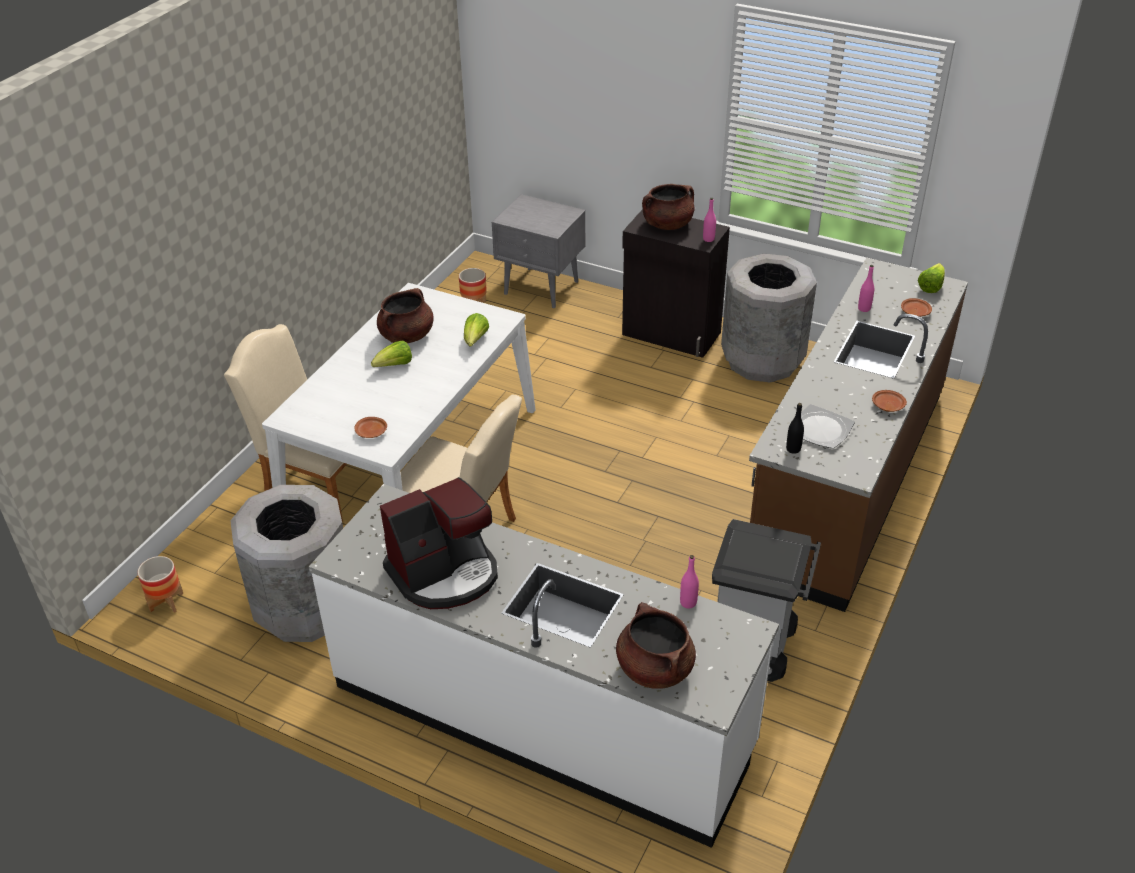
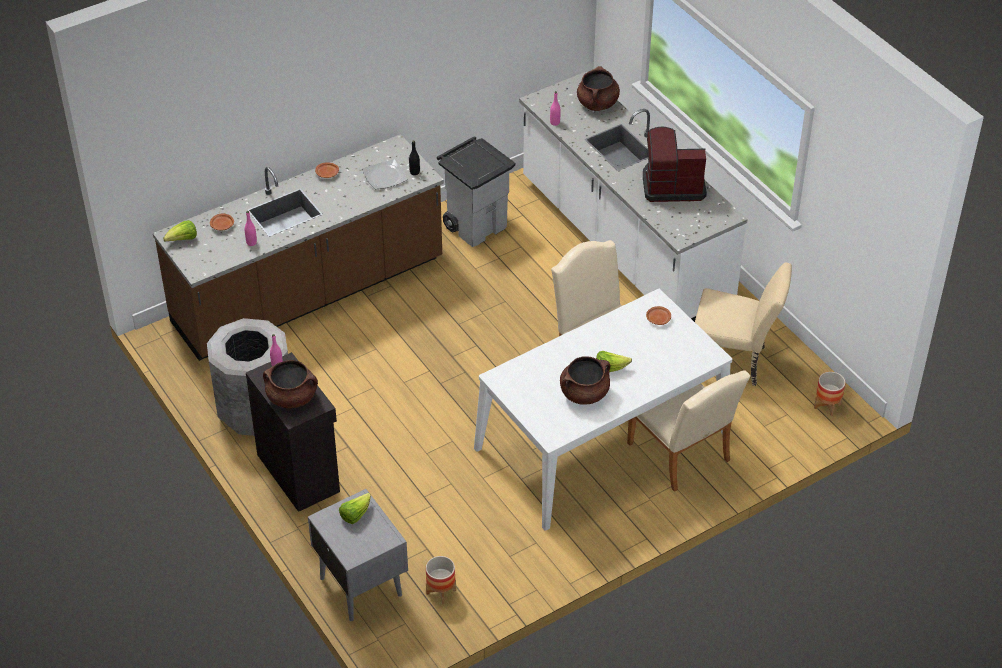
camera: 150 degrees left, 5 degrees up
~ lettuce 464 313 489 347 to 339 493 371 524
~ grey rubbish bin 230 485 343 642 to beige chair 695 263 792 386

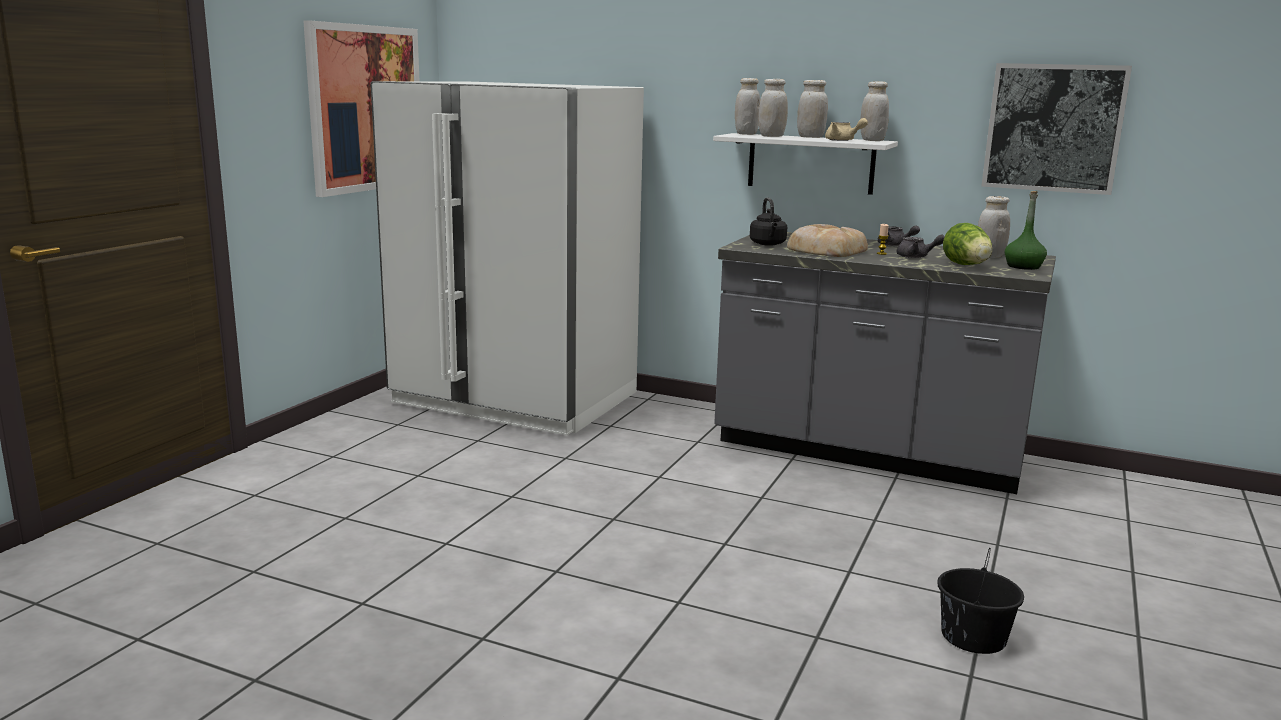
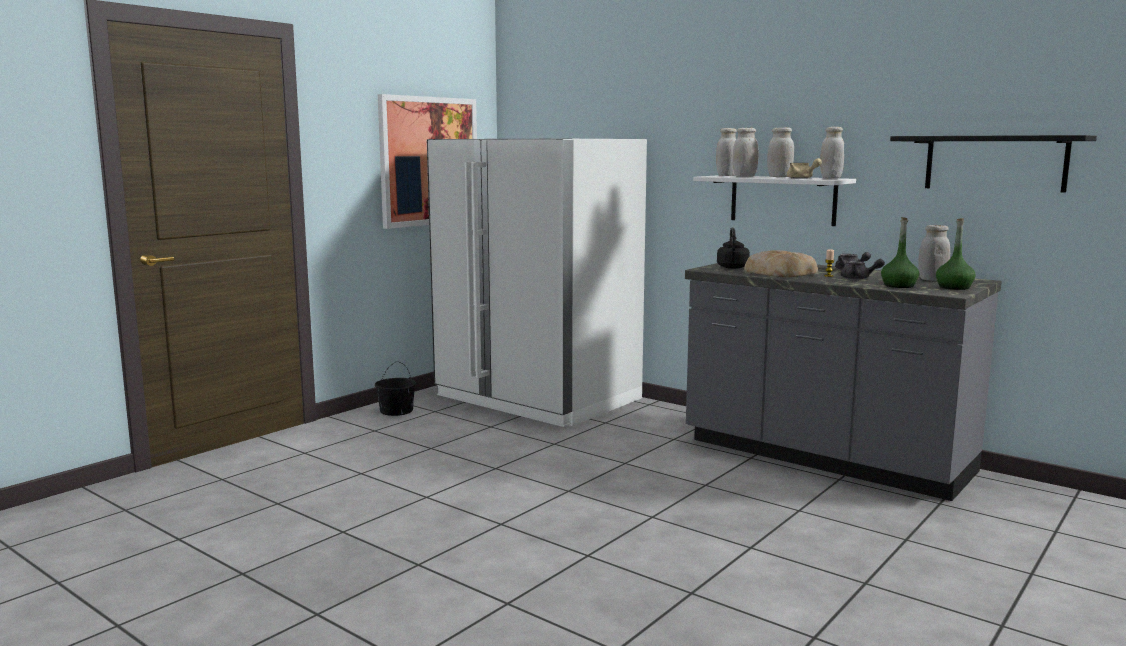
camera: 15 degrees right, 5 degrees down
~ black-coloured bucket 937 548 1024 654 to 375 362 416 416
~ lettuce 943 223 992 265 to green-coloured beverage bottle 881 217 919 288
~ wall picture 981 63 1132 195 to black-coloured wall shelf 890 135 1097 193

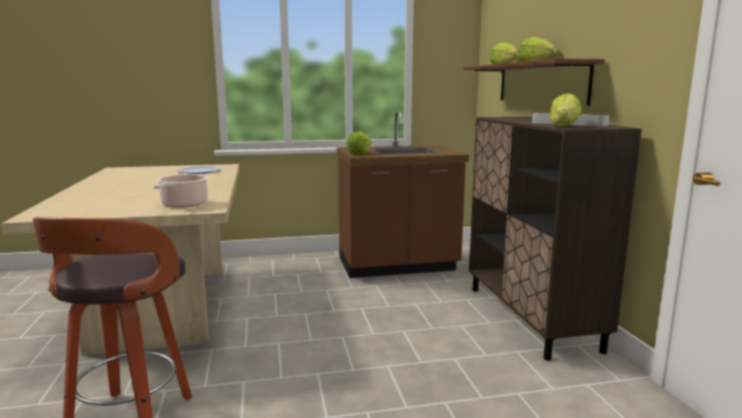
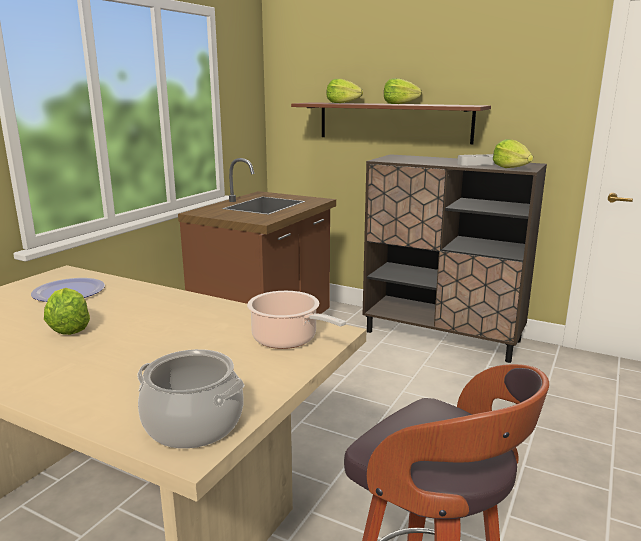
camera: 50 degrees left, 5 degrees up
~ lettuce 346 131 371 155 to 44 288 90 335
+ cooking pot 137 349 245 449

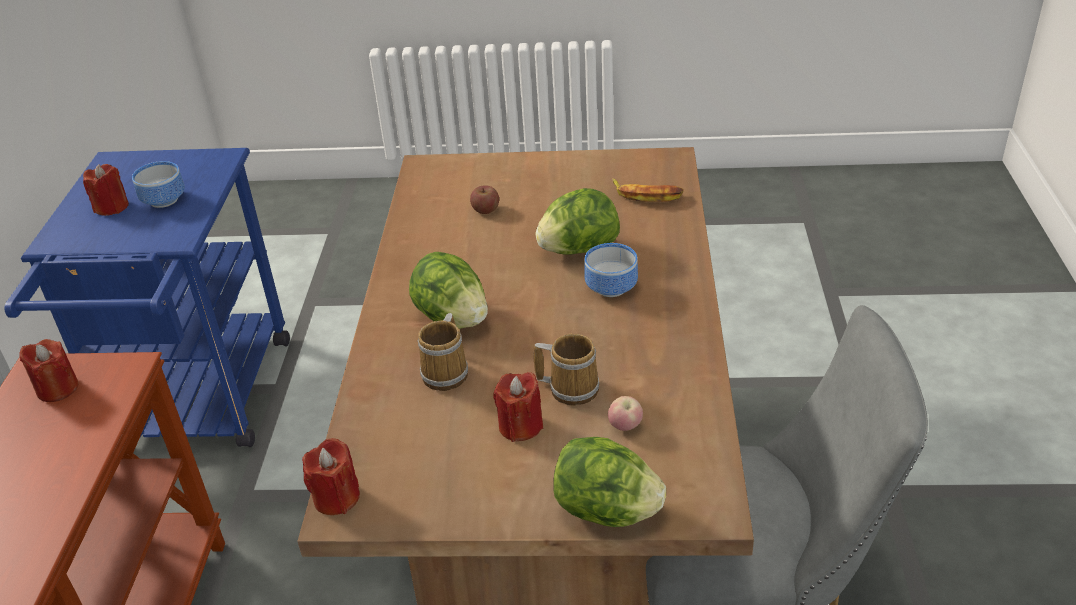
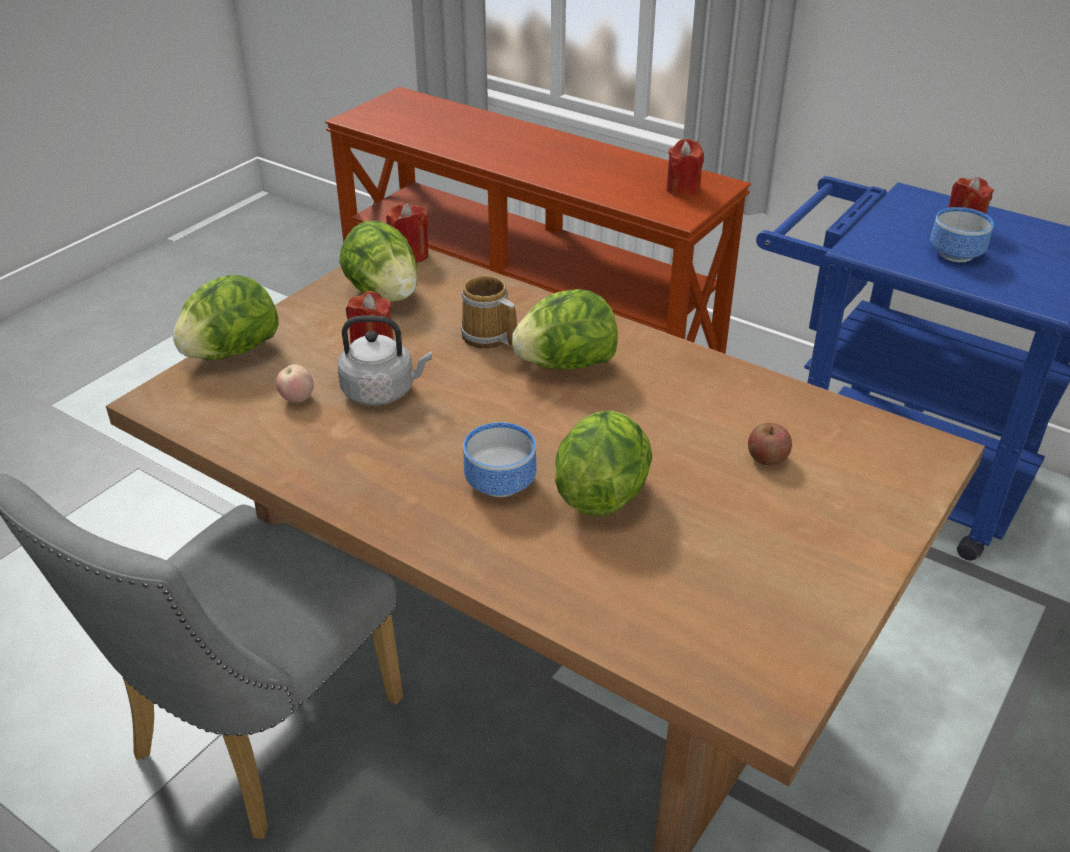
camera: 120 degrees right, 0 degrees up
~ tea mug 534 334 600 406 to grey water kettle 337 316 432 406
+ lettuce 339 221 417 302
- banana 612 178 684 202

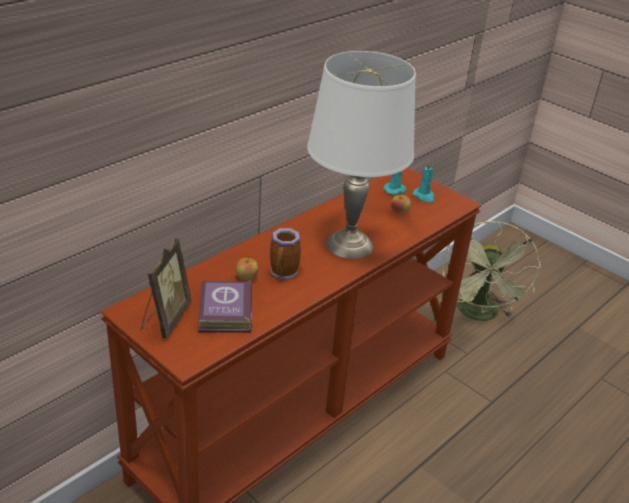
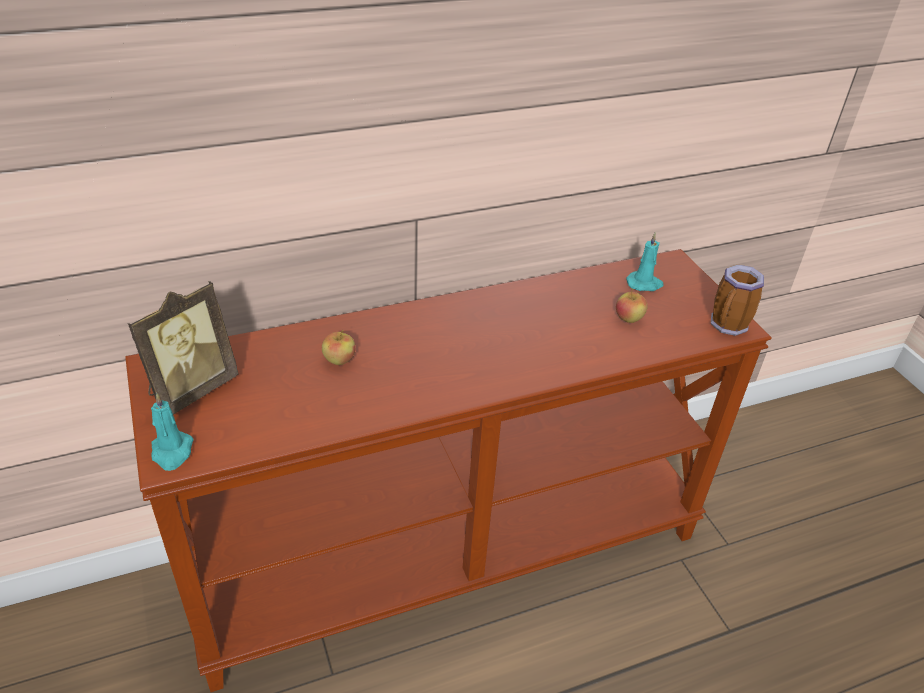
camera: 25 degrees right, 5 degrees up
~ blue-green wax candle 413 161 435 203 to 151 393 194 471
~ tea mug 270 228 301 279 to 711 265 764 336
- volume 198 280 252 333
- whitish lamp for a table 307 51 416 259
- green-coloured cooling fan 442 221 541 321

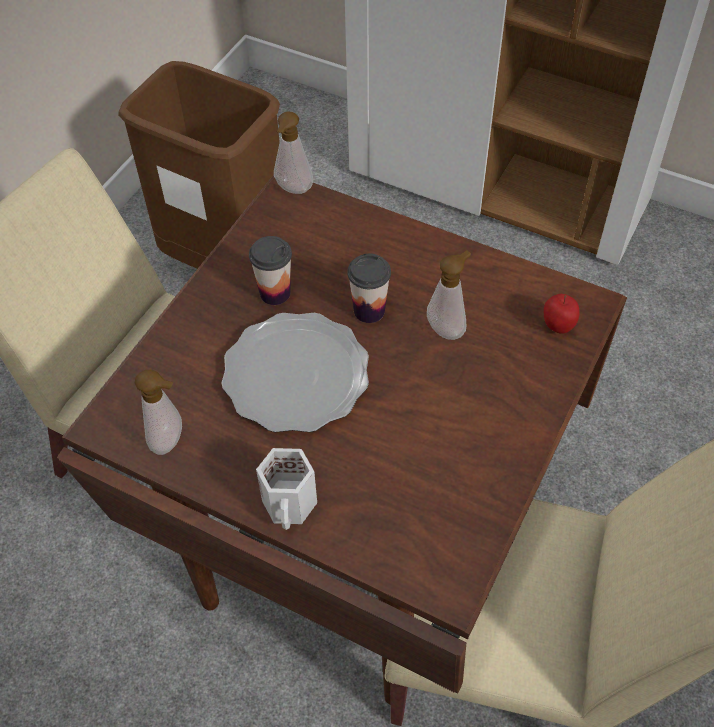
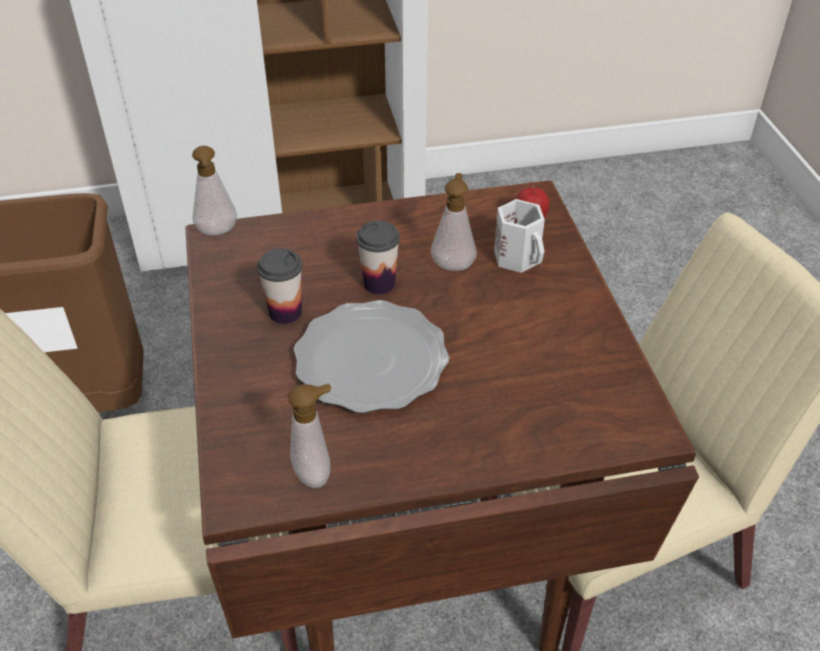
camera: 40 degrees left, 10 degrees down
~ whitish tea mug 256 448 317 530 to 494 199 545 273

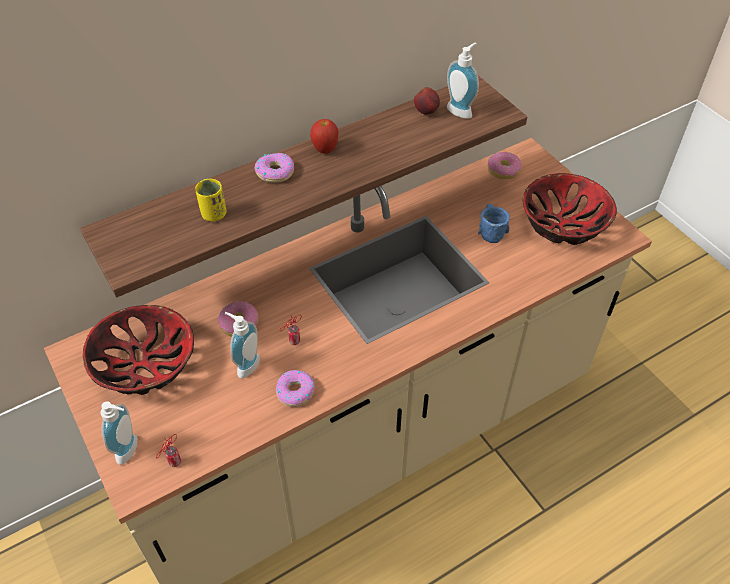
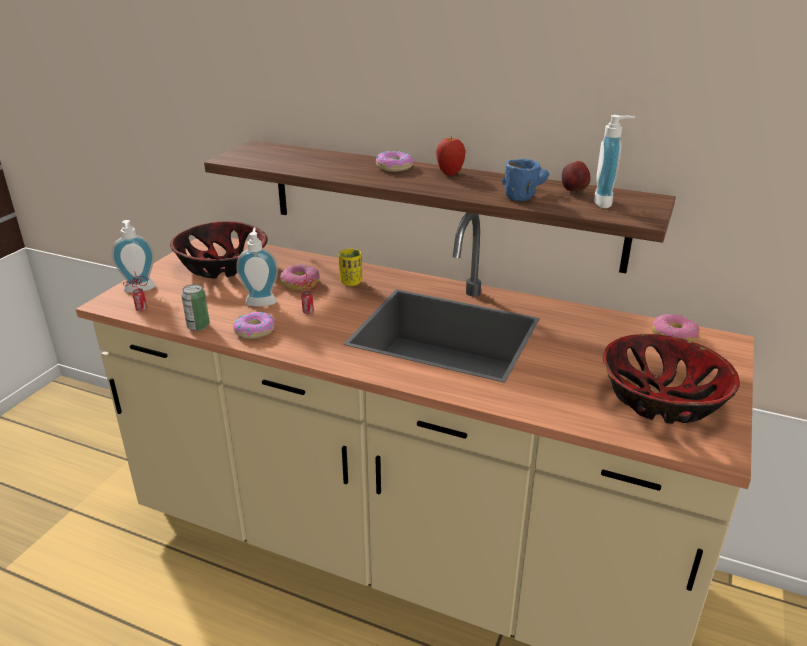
camera: 55 degrees right, 20 degrees down
+ metal can 181 284 210 331
~ yellow small cup 195 179 227 221 to 339 249 362 286
~ bluish tea mug 478 204 509 243 to 502 159 549 201

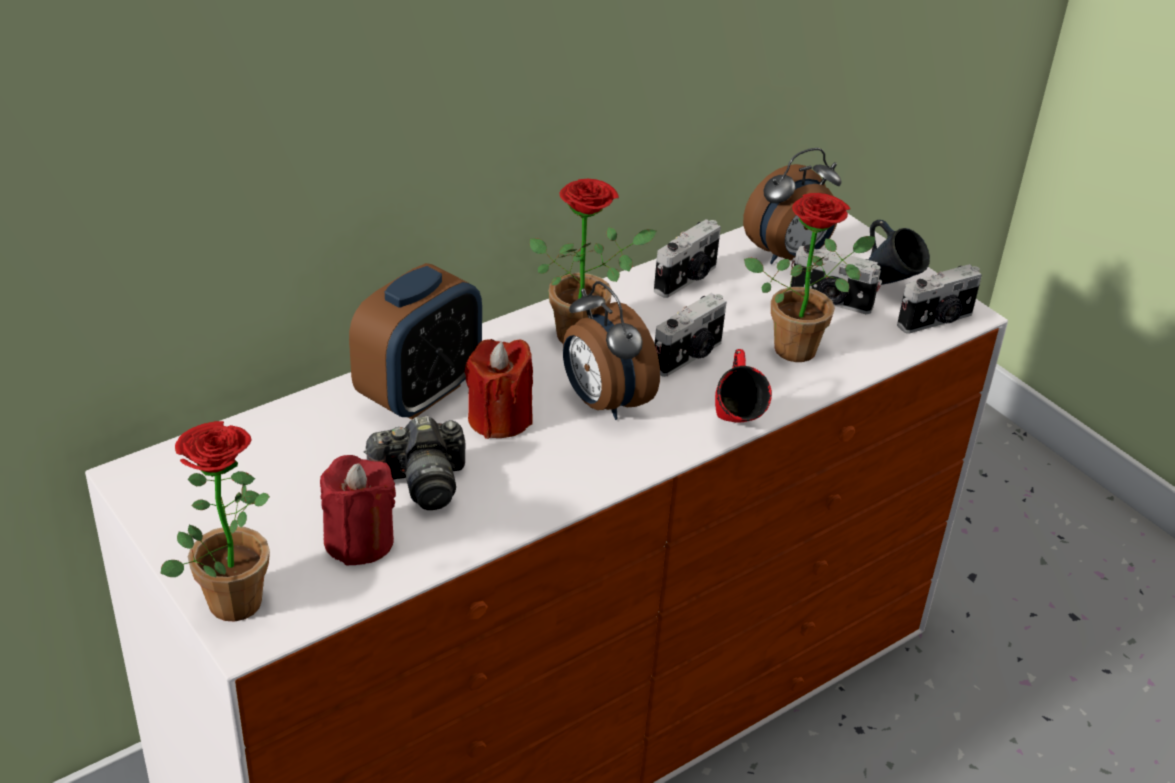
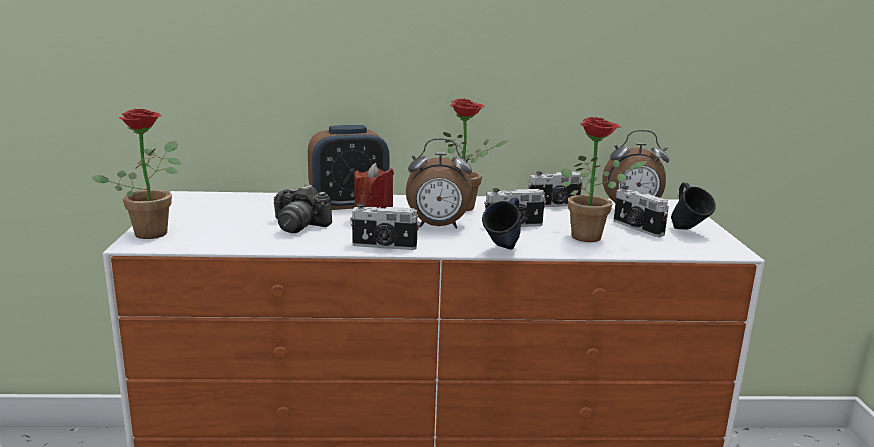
camera: 35 degrees right, 20 degrees down
~ still camera 897 264 982 334 to 350 203 420 250
~ alarm clock 563 281 660 420 = 406 138 473 229 90 degrees counterclockwise
~ red tea mug 715 349 772 423 to bluish tea mug 482 197 521 250
- red wax candle 320 455 396 566

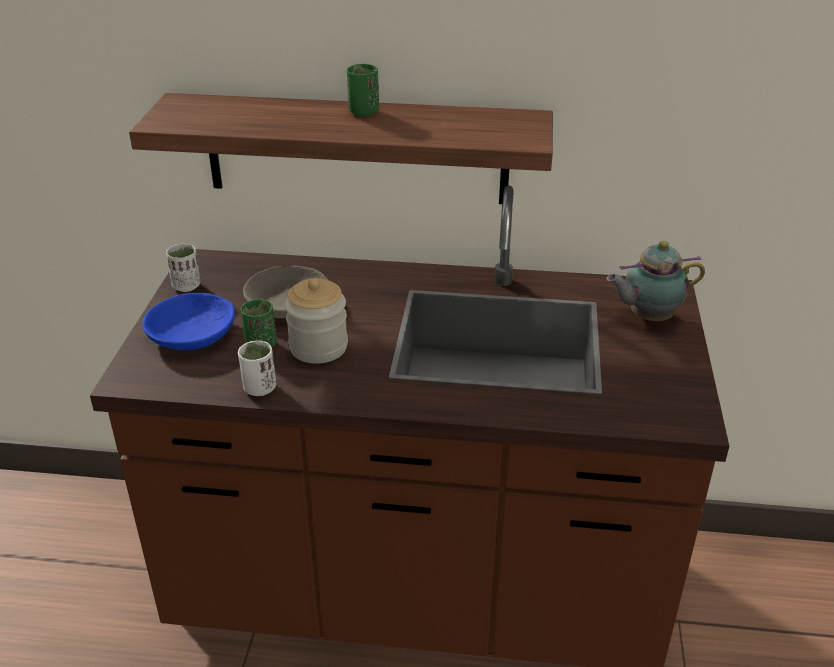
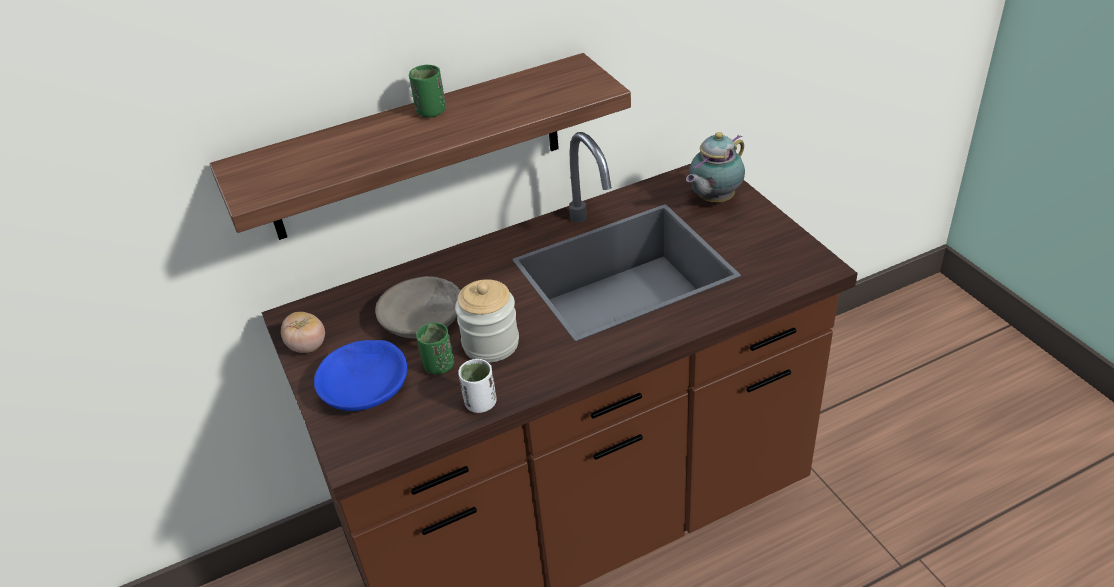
camera: 30 degrees left, 5 degrees up
~ whitish small cup 166 244 200 292 to whole tomato 281 312 325 353

